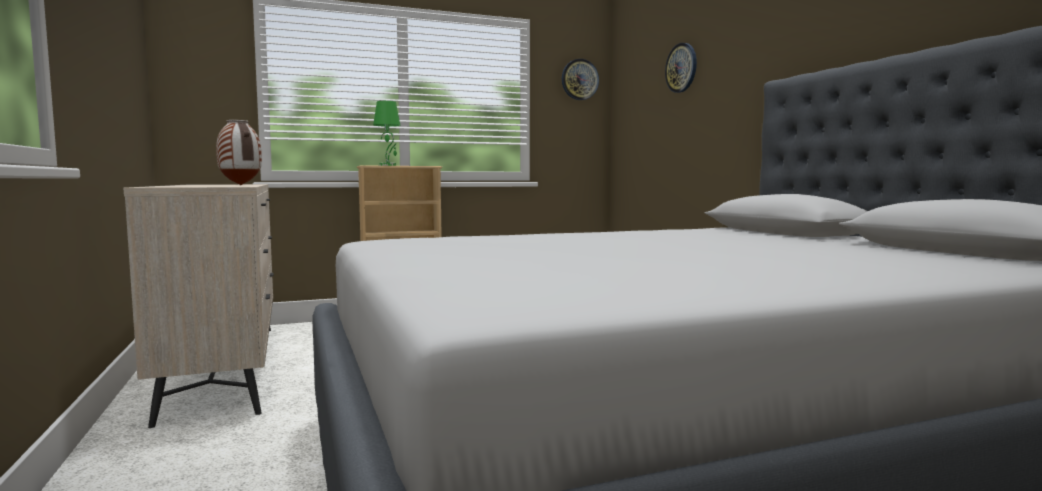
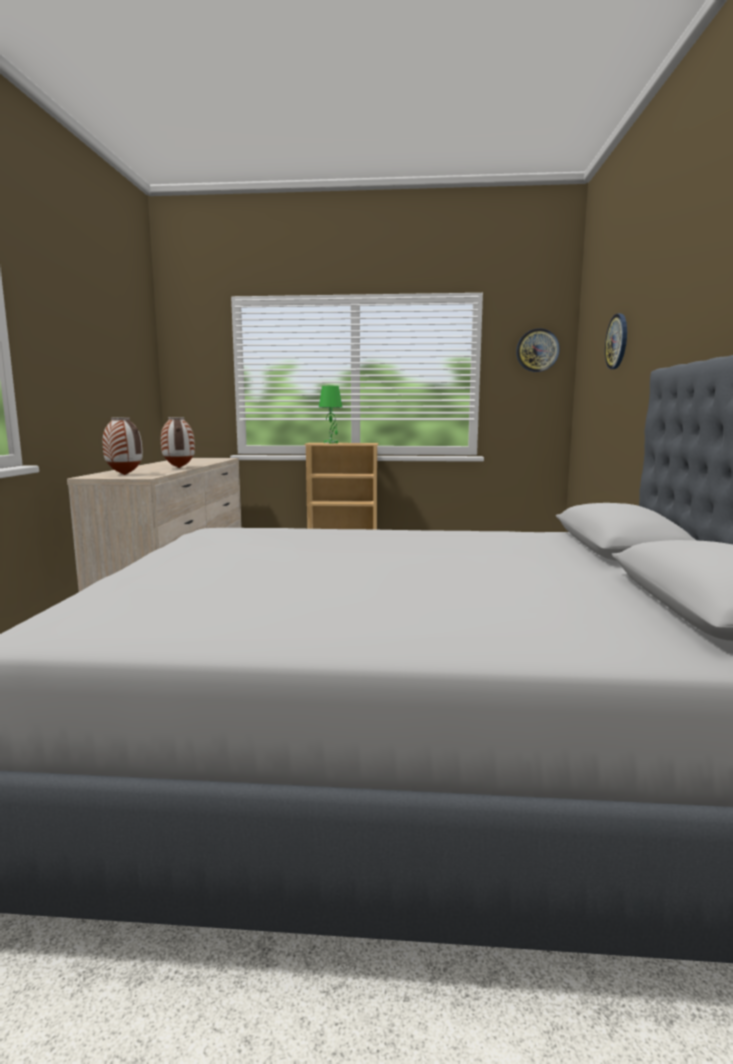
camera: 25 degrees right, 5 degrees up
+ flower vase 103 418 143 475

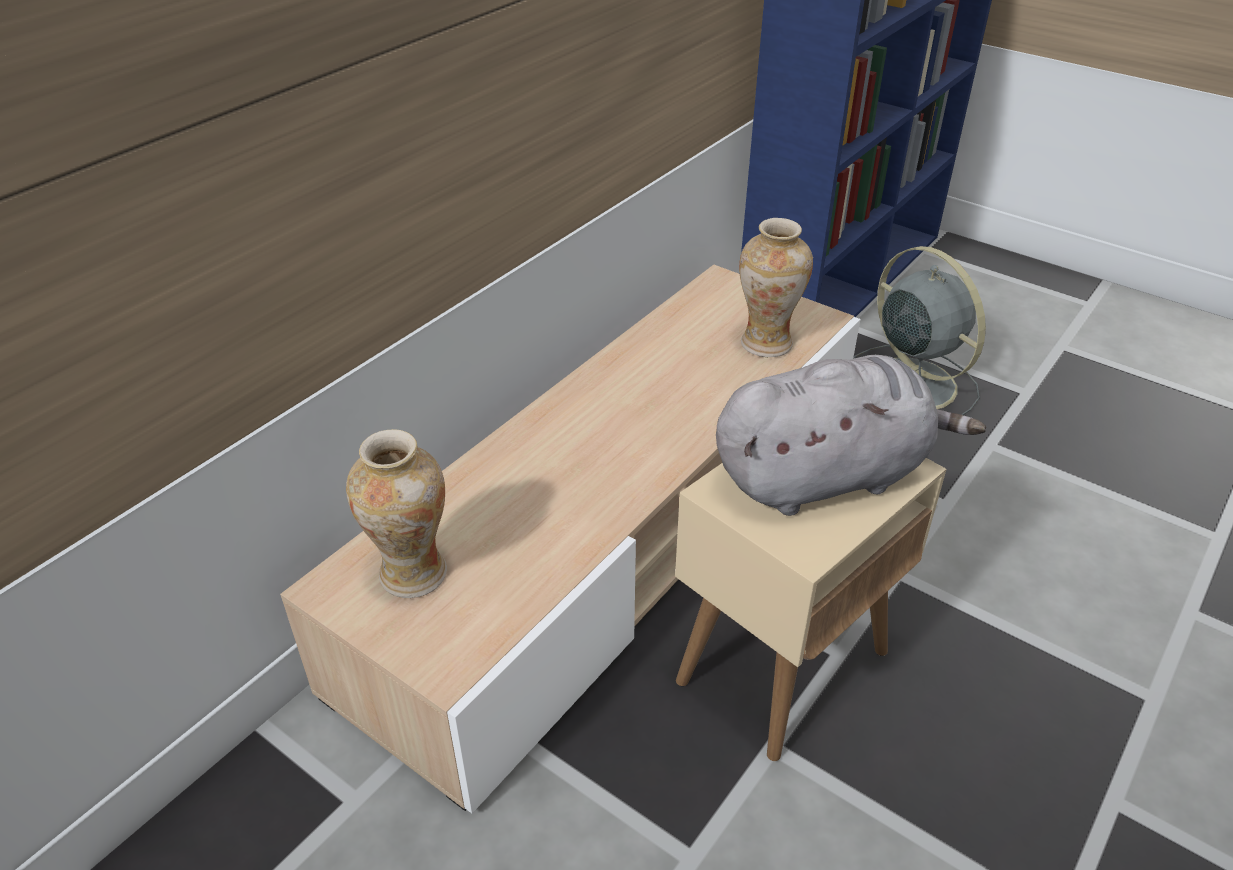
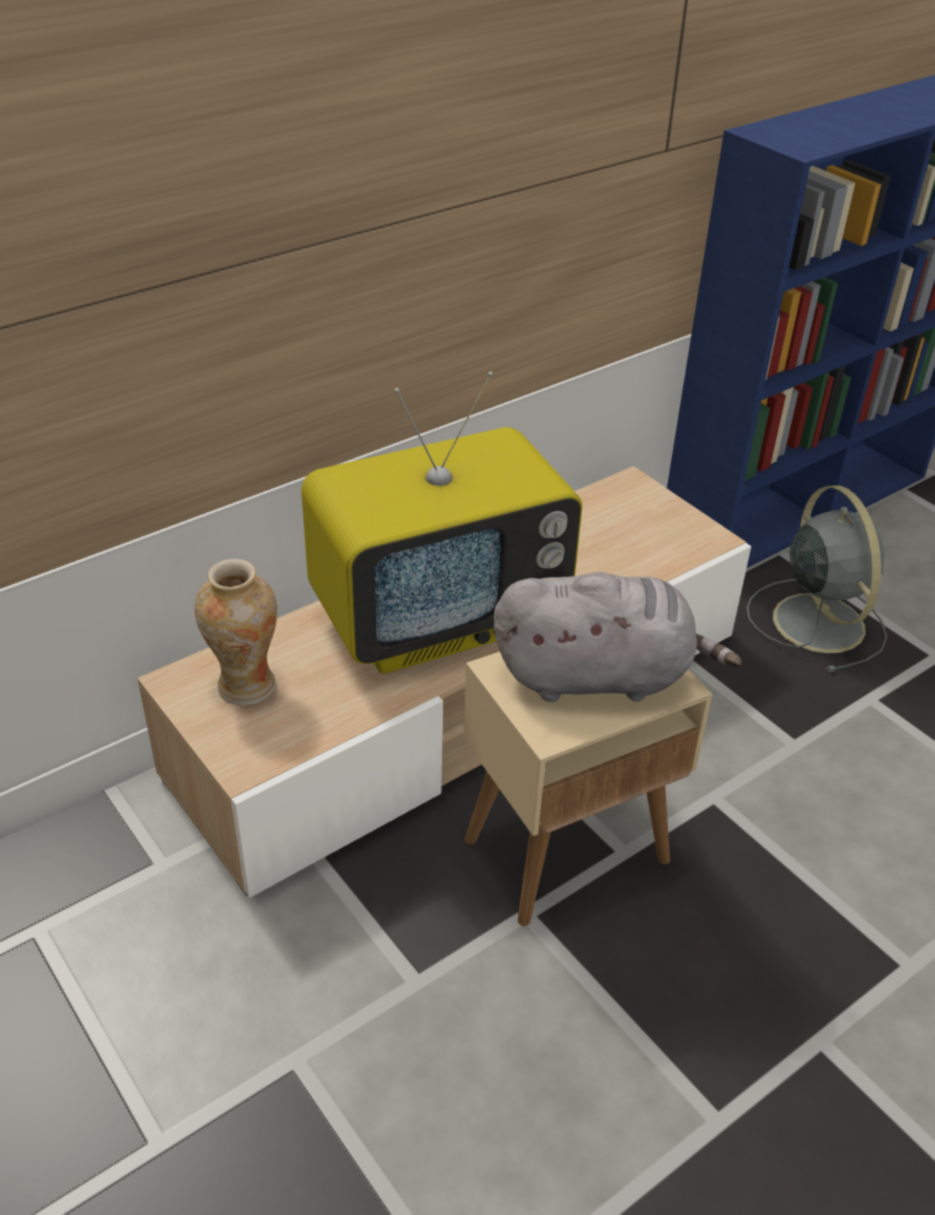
camera: 15 degrees right, 0 degrees up
+ TV set 301 371 582 674
- flower vase 739 218 813 357

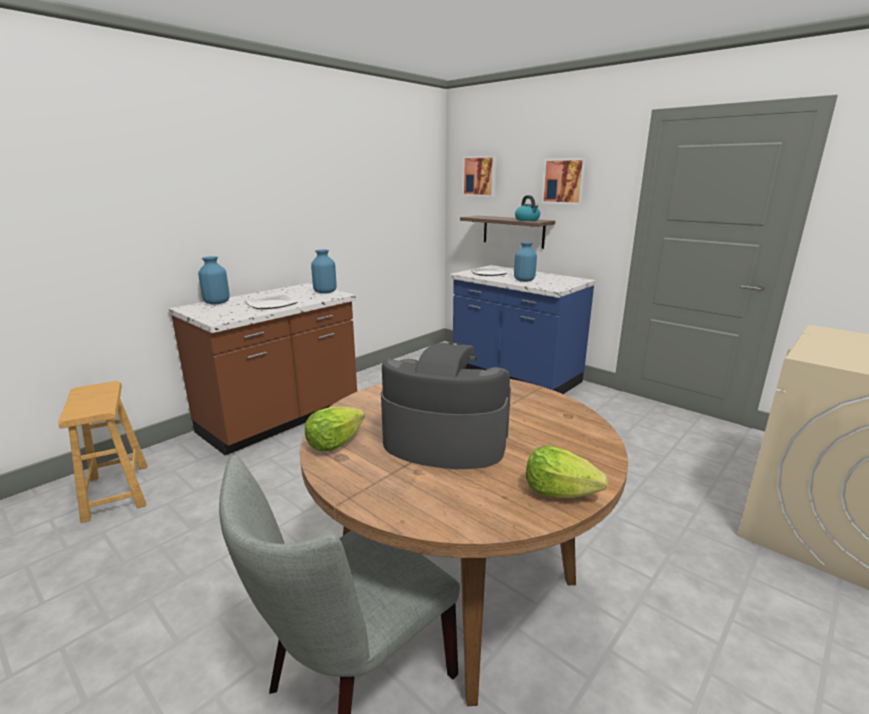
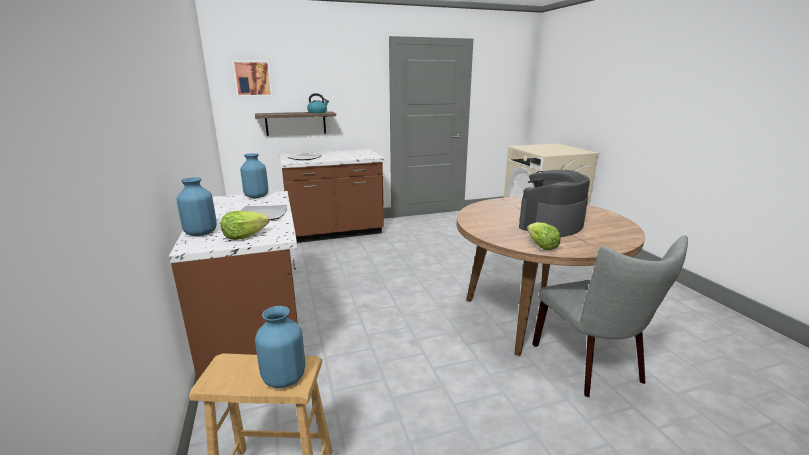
camera: 60 degrees left, 0 degrees up
~ lettuce 526 445 608 498 to 221 211 269 240
~ bluish flower vase 514 242 537 282 to 255 306 305 388
~ bluish kitchen base unit 450 265 596 394 to brownish kitchen base unit 279 149 384 243
- wall picture 541 158 587 205

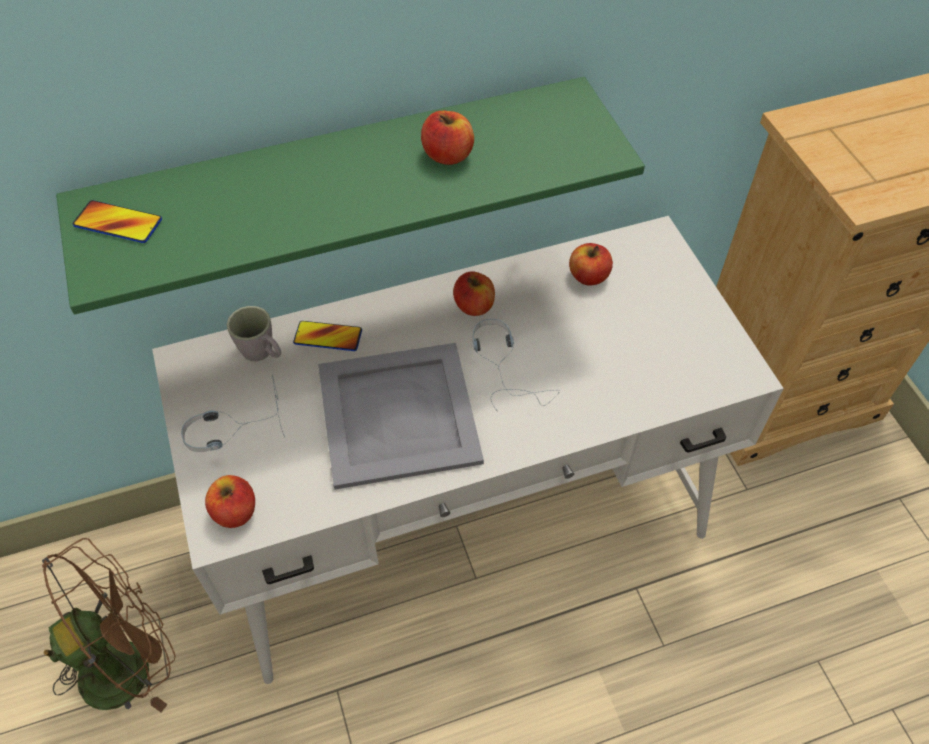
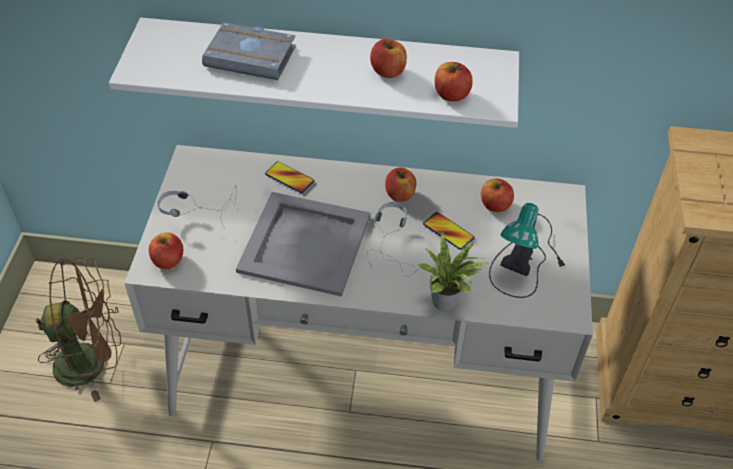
camera: 25 degrees right, 5 degrees down
~ green-coloured wall shelf 56 77 645 314 to whitish wall shelf 109 18 519 128
+ grey volume 202 22 296 80
+ potted plant 418 230 488 311
~ telephone 73 200 162 243 to 423 212 474 250
+ whole apple 435 62 473 102
+ lamp for a table 489 203 565 298
- grey tea mug 227 306 281 361

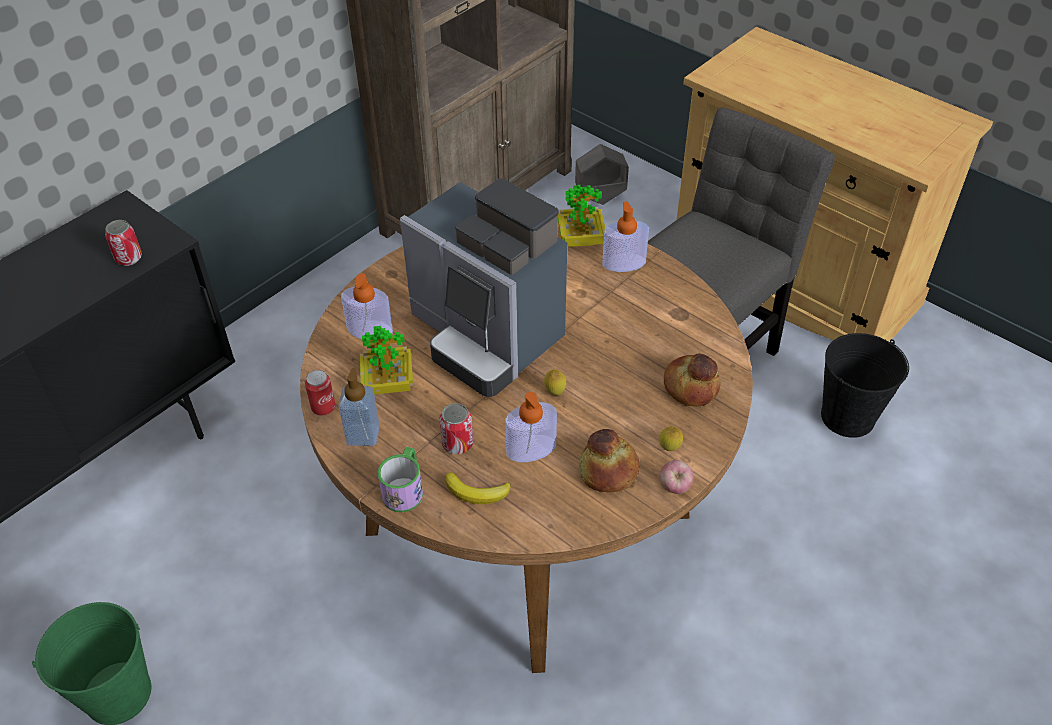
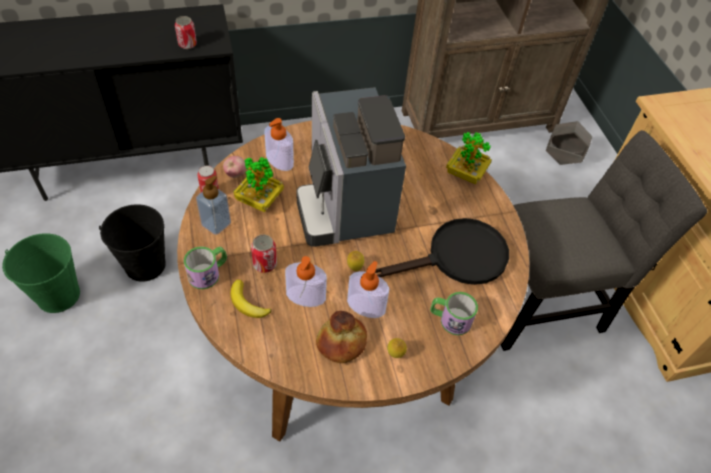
camera: 30 degrees right, 5 degrees up
~ black-coloured bucket 821 333 909 438 to 99 204 166 282
~ whole apple 660 460 694 494 to 223 156 246 178
~ soap bottle 602 201 649 272 to 347 261 389 318
+ black-coloured pan 375 218 509 285
~ bread 664 353 721 407 to tea mug 430 292 478 335

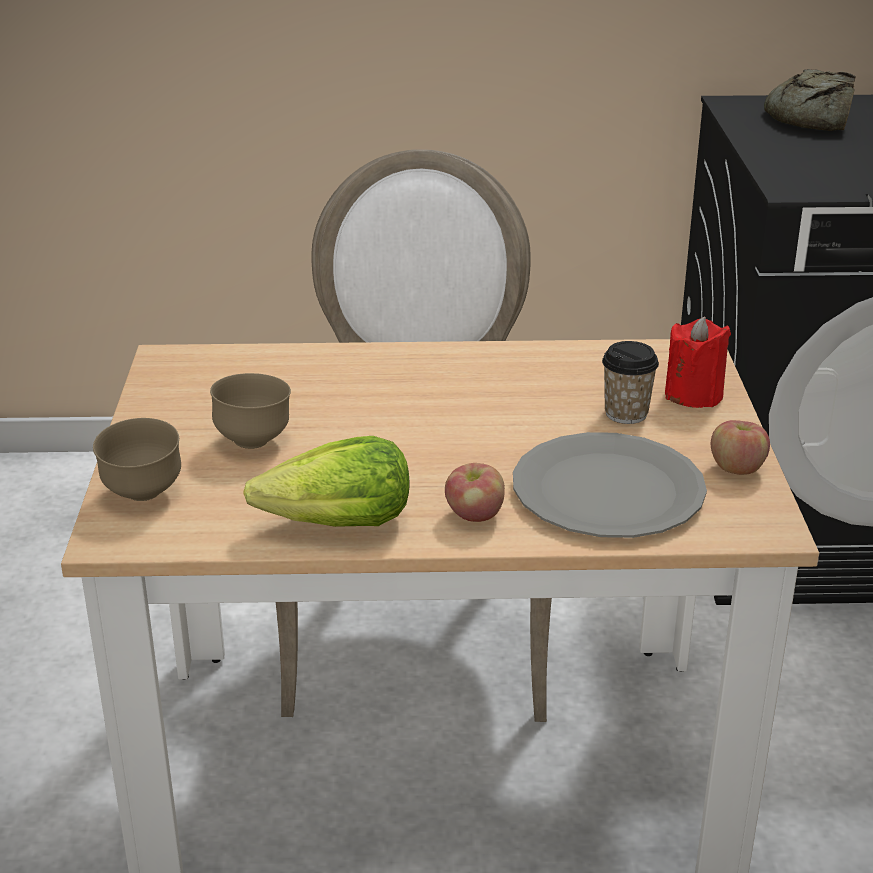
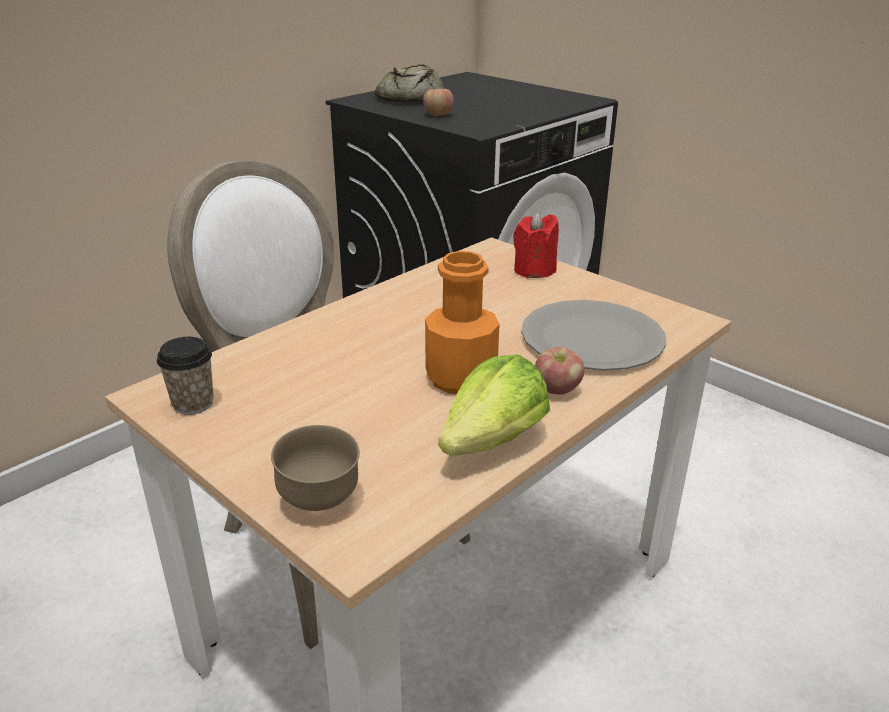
camera: 45 degrees left, 0 degrees up
~ small cup 602 341 659 424 to 157 337 214 415
~ whole apple 711 420 770 475 to 423 89 454 116
+ orange-coloured beverage bottle 425 251 500 394
- brownish deep dish 210 373 291 449

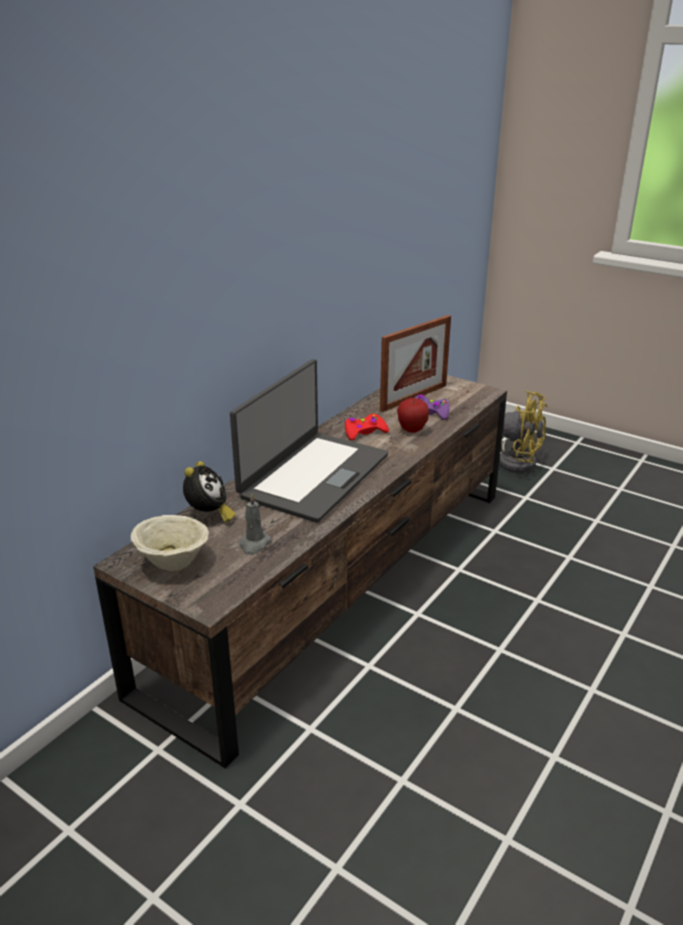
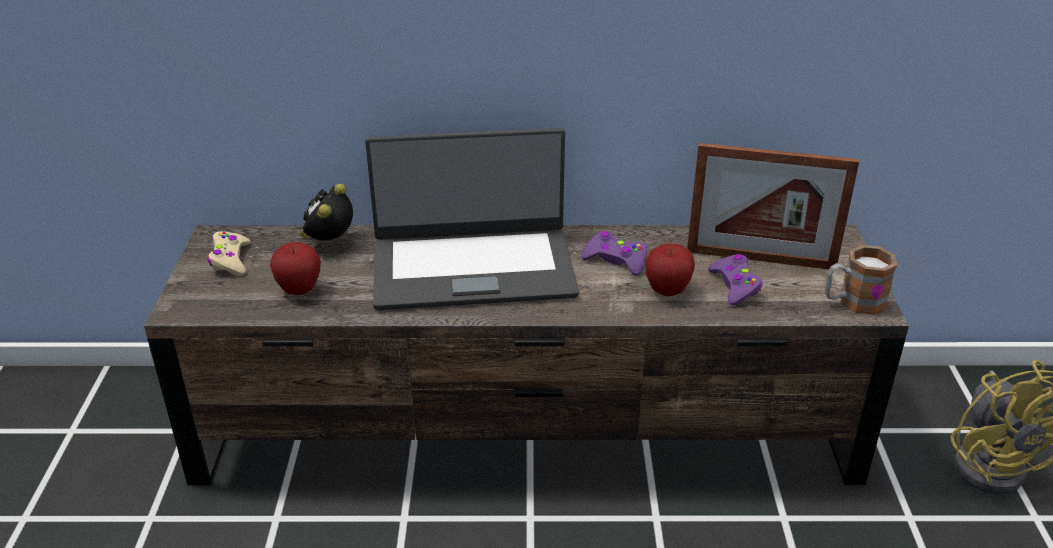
camera: 55 degrees right, 5 degrees up
~ beige deep dish 131 515 209 571 to beige gamepad 207 231 250 276
~ grey wax candle 239 493 272 555 to whole apple 270 242 321 295
~ alarm clock 183 461 236 523 = 300 184 353 241 135 degrees clockwise
~ red gamepad 345 414 389 440 to purple-coloured gamepad 581 231 647 276
+ tea mug 825 245 897 315

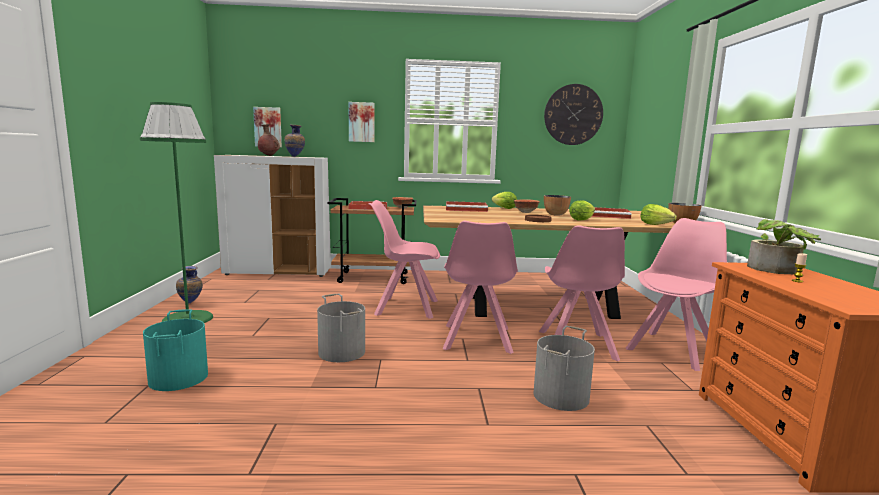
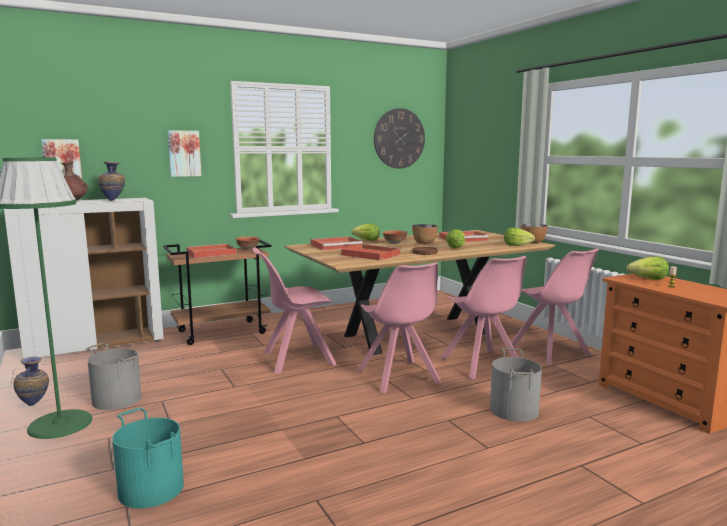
camera: 25 degrees left, 0 degrees up
~ grey bucket 317 293 365 362 to 86 343 141 410
+ red tray 341 244 401 261
~ pinkish chair 626 218 727 371 = 511 248 599 365 135 degrees clockwise
~ potted plant 747 219 821 275 to lettuce 627 257 669 280

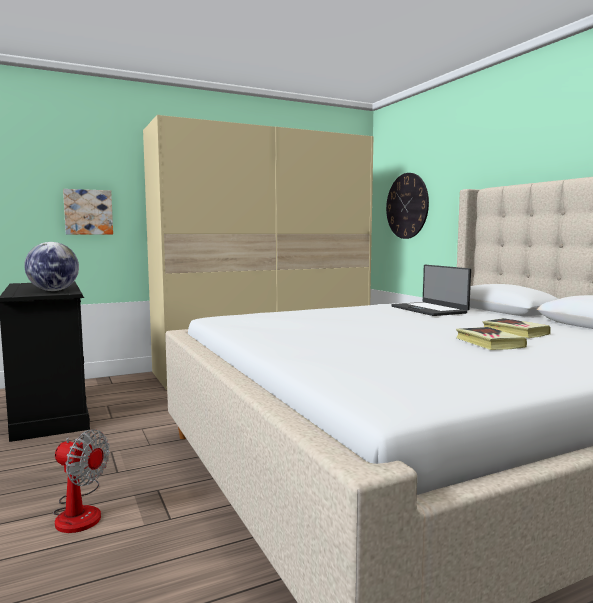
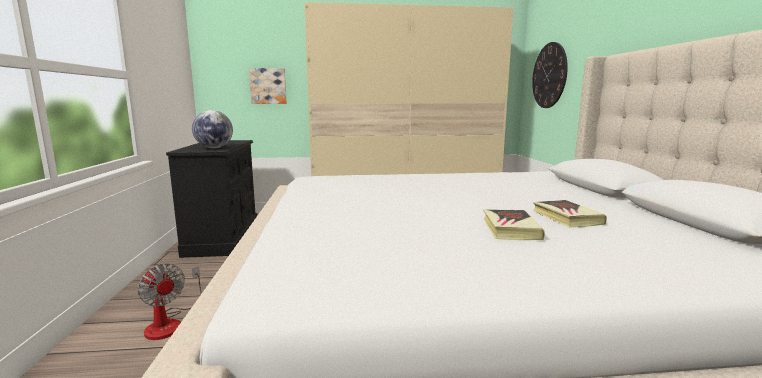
camera: 20 degrees right, 5 degrees up
- notebook computer 391 265 471 316

